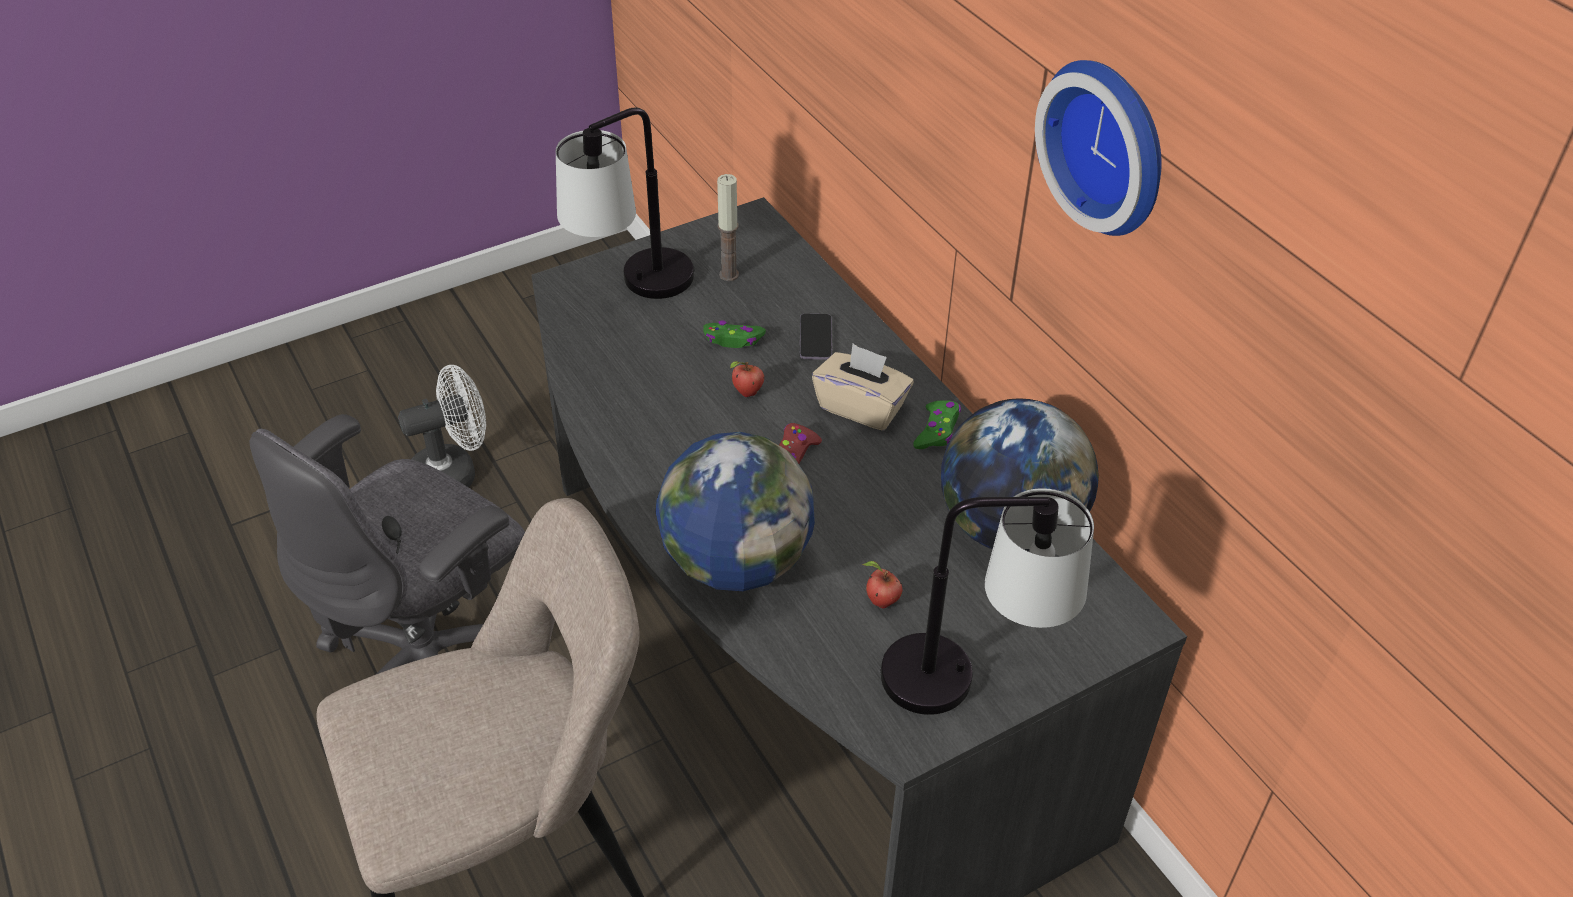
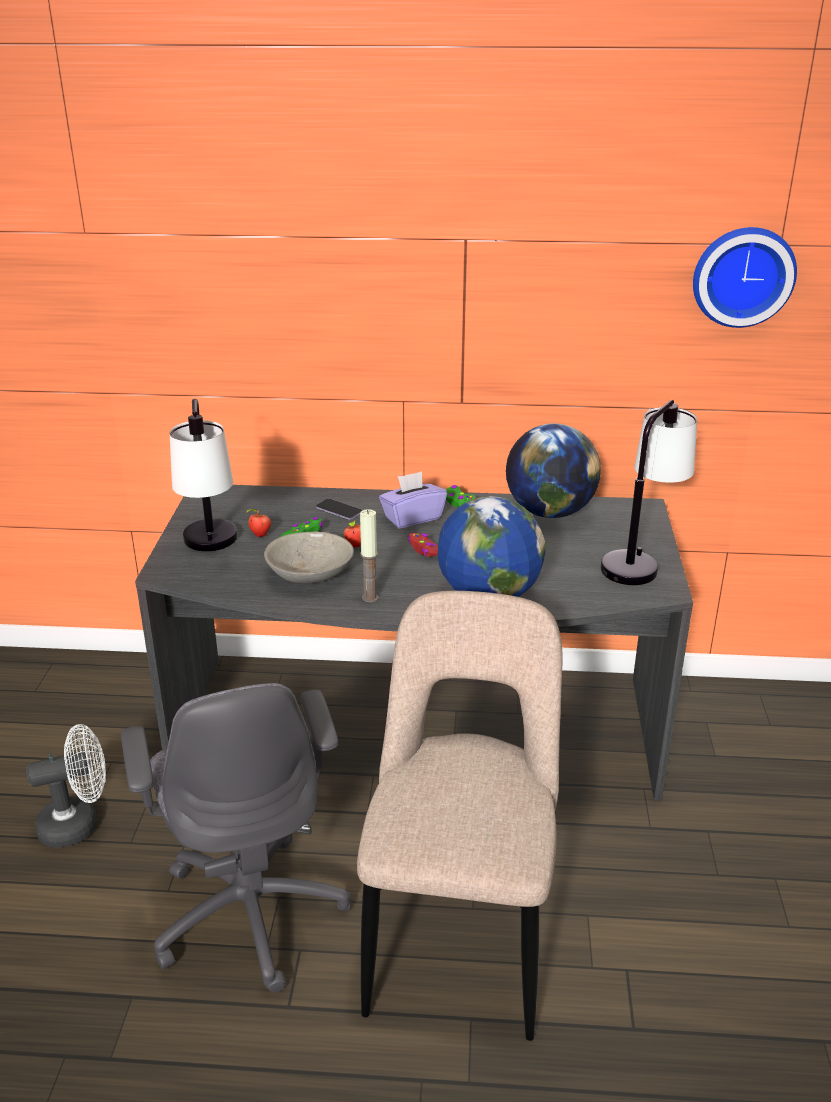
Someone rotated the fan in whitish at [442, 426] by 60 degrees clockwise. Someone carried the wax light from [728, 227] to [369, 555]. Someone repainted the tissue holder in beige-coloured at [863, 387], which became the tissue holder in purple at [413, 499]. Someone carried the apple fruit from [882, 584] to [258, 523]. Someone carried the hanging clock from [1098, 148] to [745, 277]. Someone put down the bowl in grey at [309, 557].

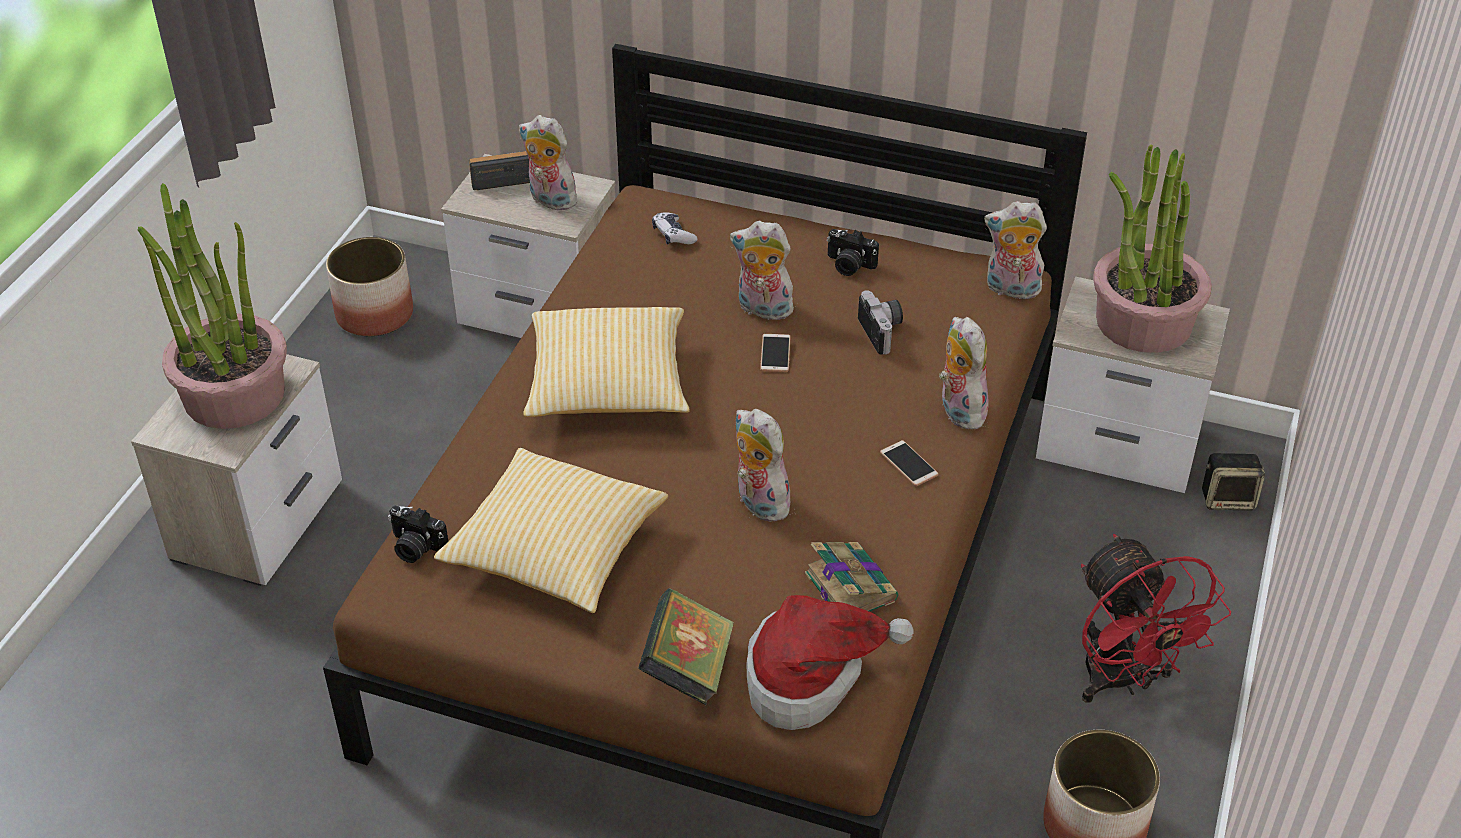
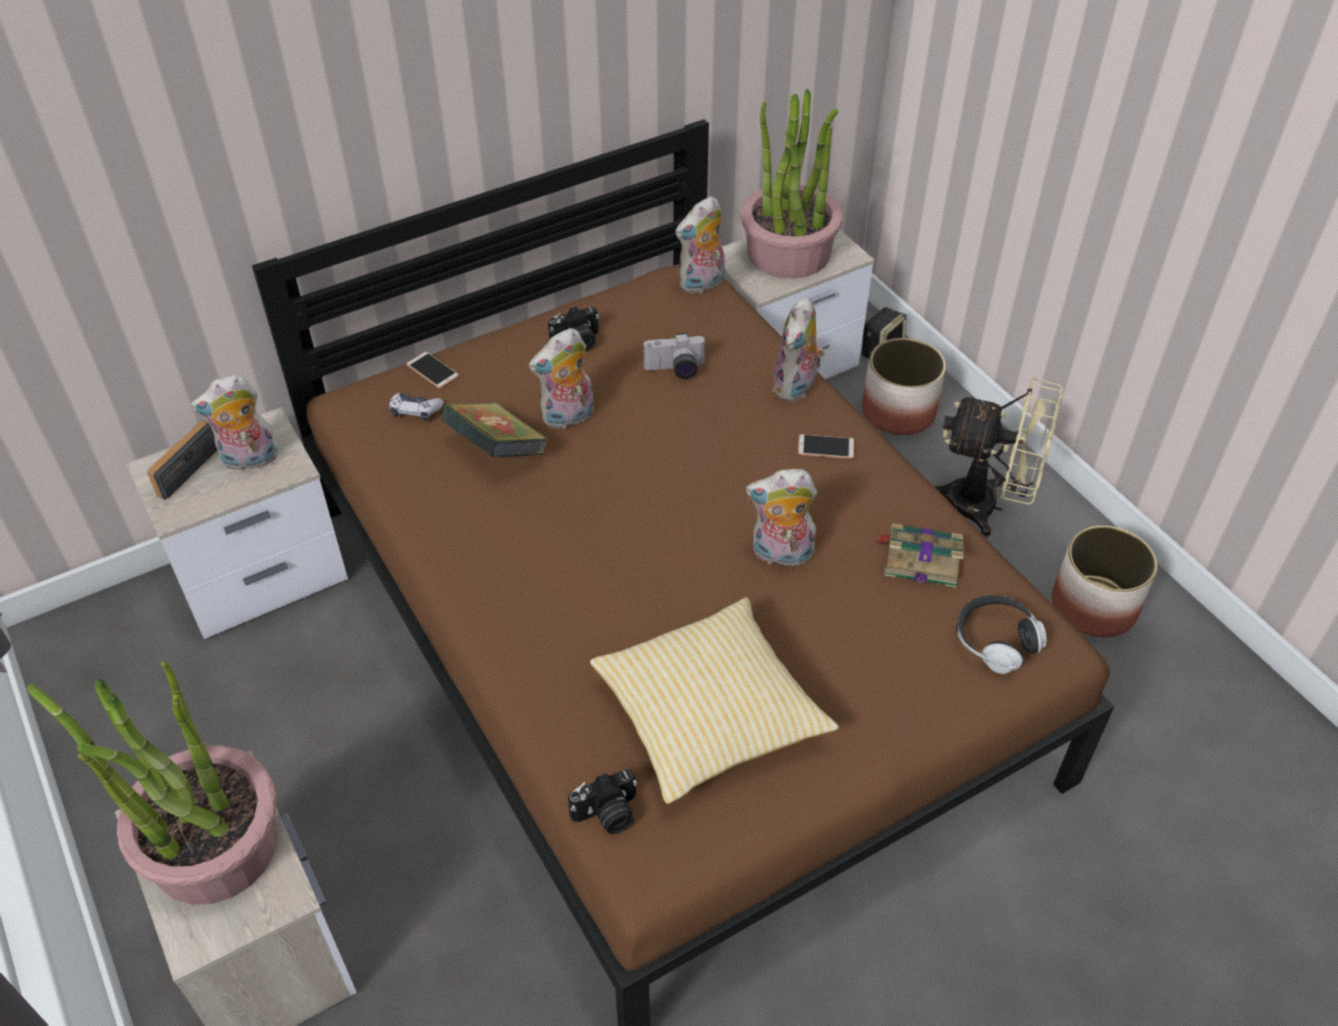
Someone carried the flower pot from [369, 286] to [904, 386]. Someone took away the cushion at [606, 362]. Someone carried the volume from [686, 646] to [494, 430]. Someone swapped the clothing hat at [829, 662] for the headset at [1001, 634]. Someone carried the phone from [775, 353] to [432, 370]. Someone rotated the still camera at [880, 322] by 150 degrees clockwise. Someone rotated the cuddly toy at [964, 373] by 90 degrees counterclockwise. Someone repainted the fan in red-coloured at [1156, 618], which became the fan in beige-coloured at [998, 457].

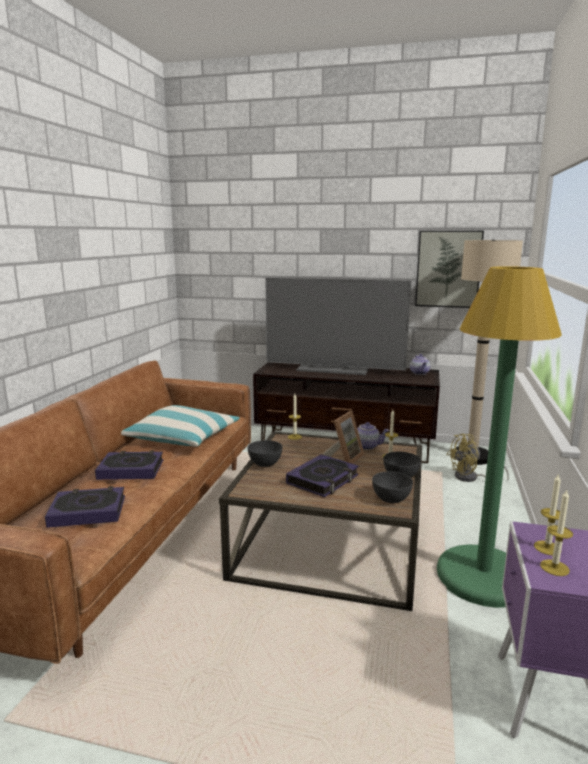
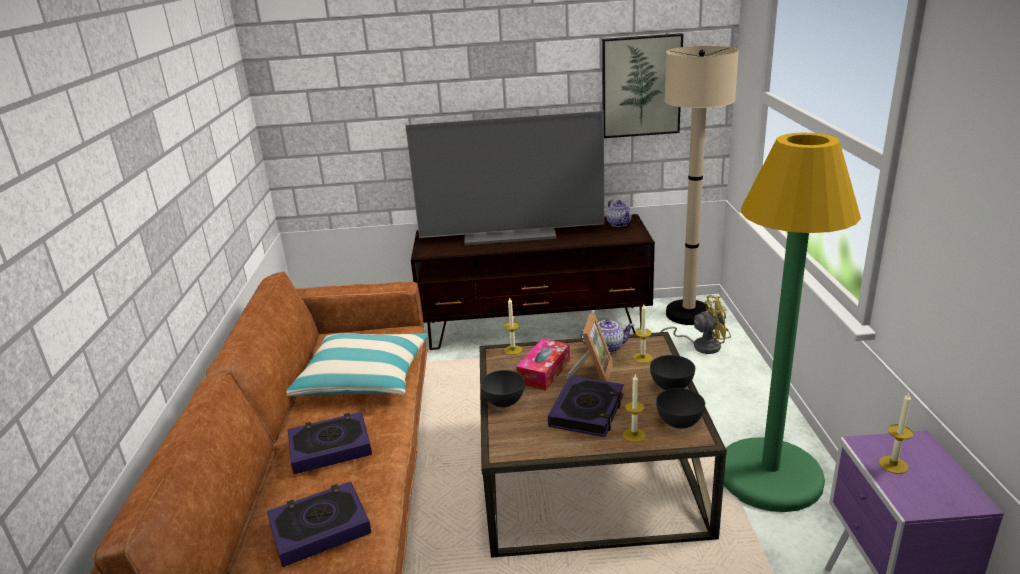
Someone rotated the fan in yellow-coloured at [478, 458] by 150 degrees counterclockwise. Someone carried the wax light from [556, 533] to [634, 408]. Someone put down the tissue holder at [543, 364].

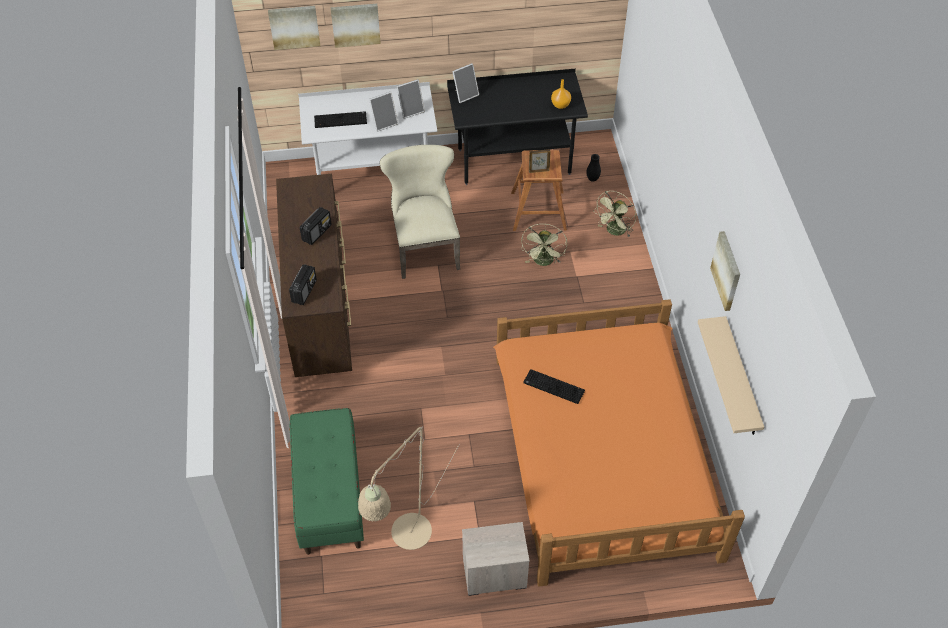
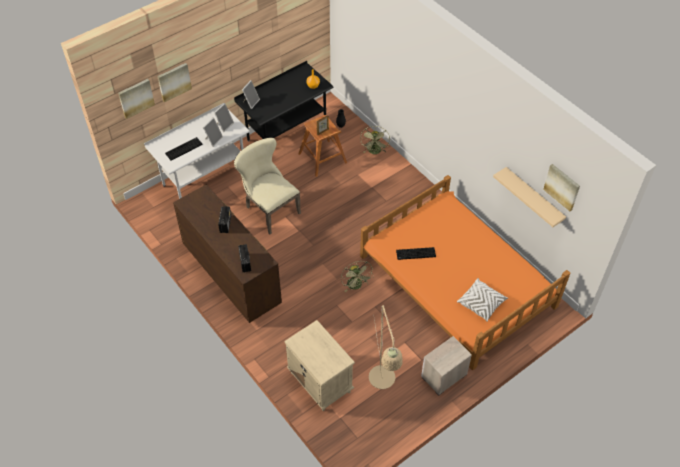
Someone swapped the bench in green-coloured at [327, 481] for the nightstand in beige-coloured at [320, 365]. Someone carried the fan in green-coloured from [544, 245] to [357, 276]. Someone carried the wall picture from [725, 271] to [561, 187]. Someone put down the cushion in whitish at [482, 299].

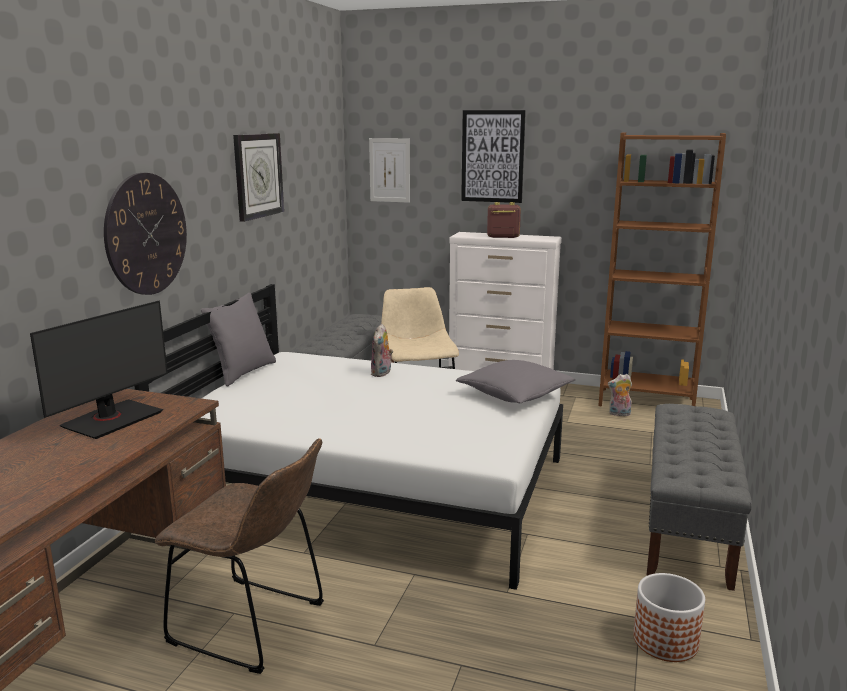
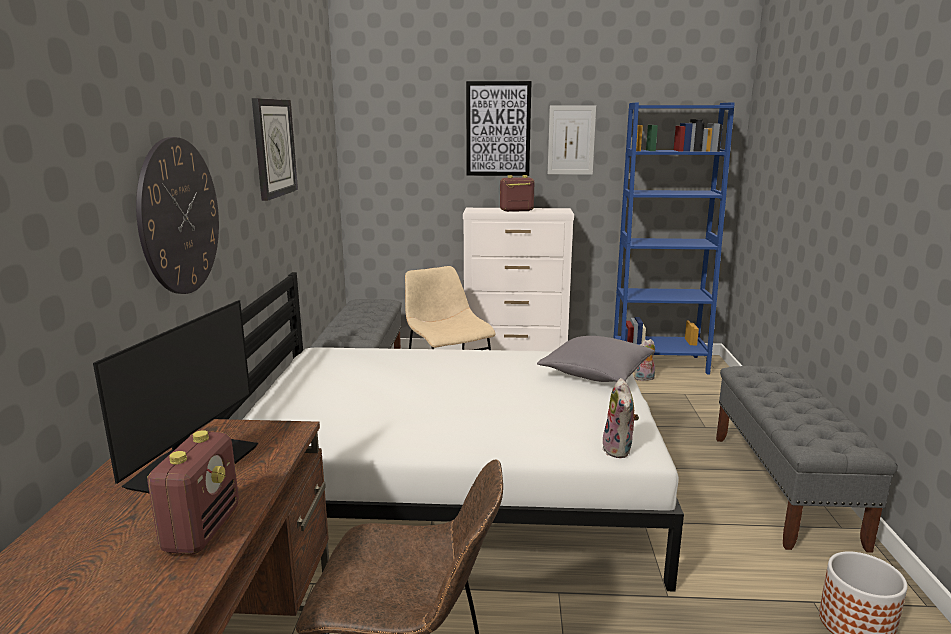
Someone took away the cushion in grey at [238, 340]. Someone carried the wall picture from [389, 170] to [572, 140]. Someone carried the cuddly toy from [382, 350] to [621, 418]. Someone repainted the bookcase in brownish at [662, 269], which became the bookcase in blue at [674, 239]. Someone put down the radio set at [193, 492].

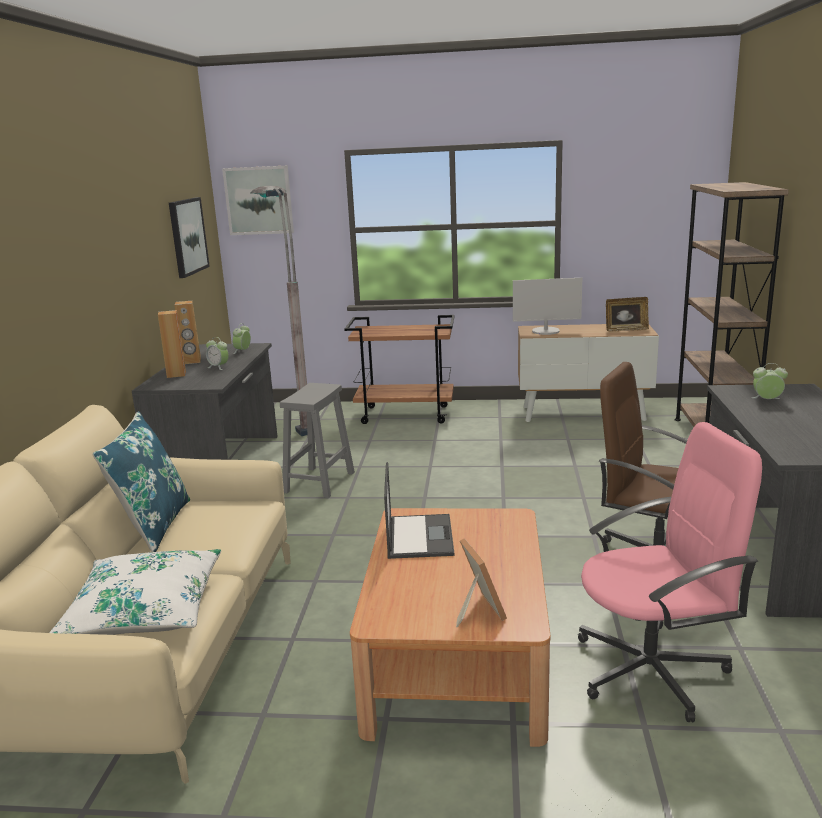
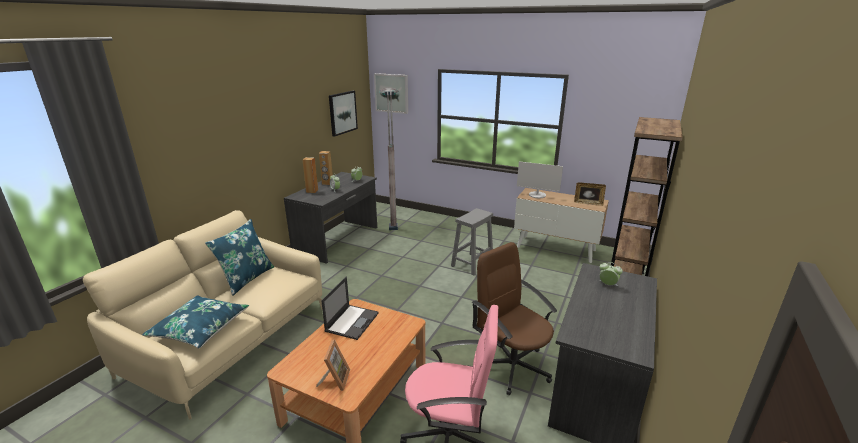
Someone repainted the cushion in whitish at [135, 592], which became the cushion in blue at [195, 322]. Someone carried the stool seat in grey from [317, 440] to [472, 241]. Someone took away the trolley in brownish at [399, 369].

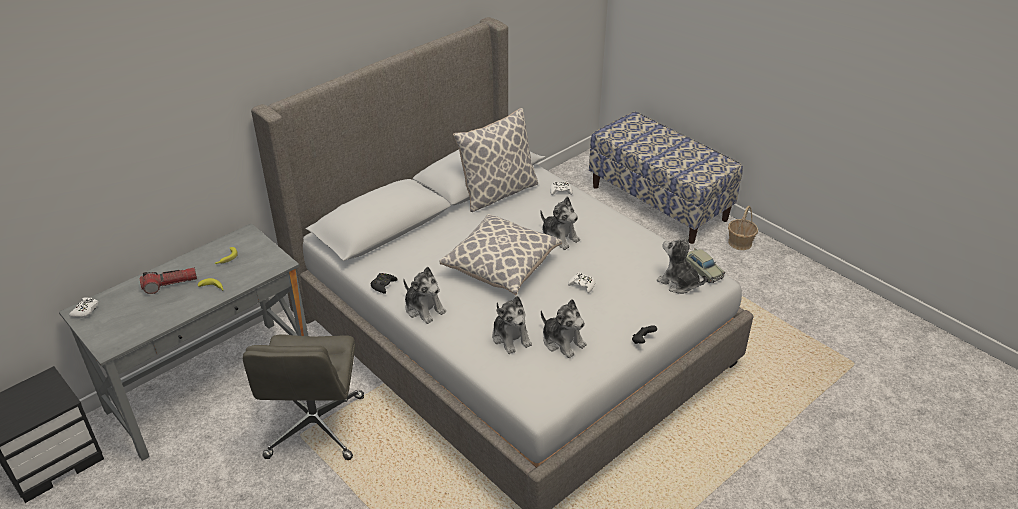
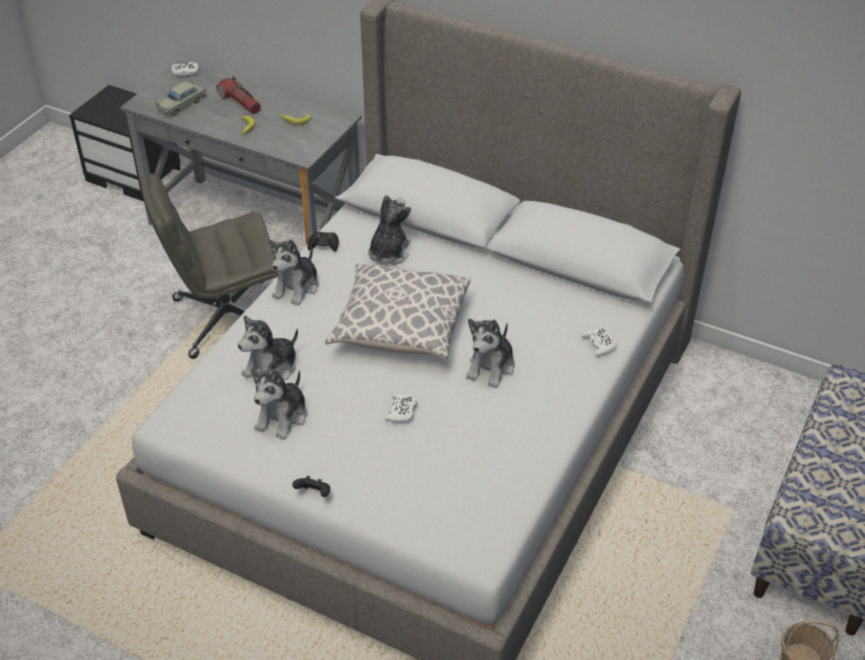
Someone took away the cushion at [495, 160]. Someone carried the cuddly toy from [682, 265] to [389, 230]. Someone carried the model car in beige-coloured from [705, 265] to [180, 98].

